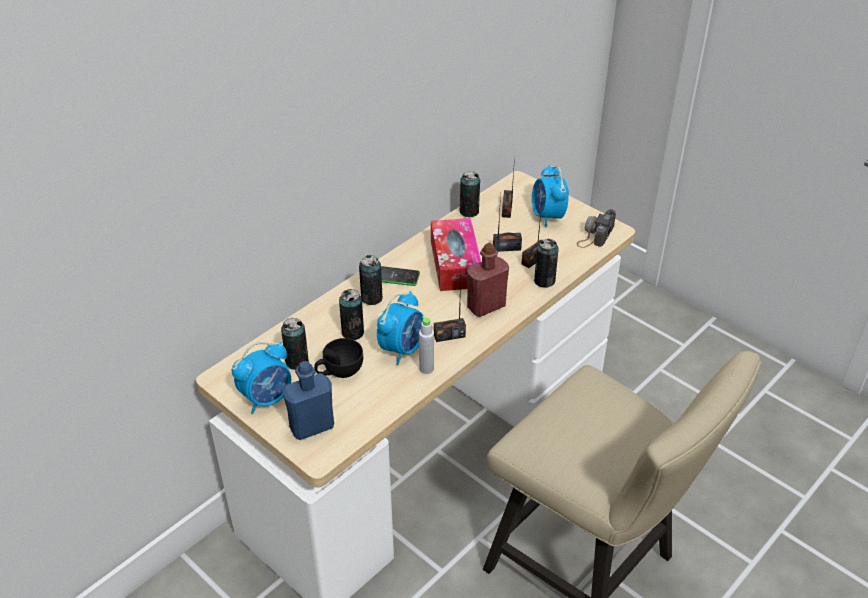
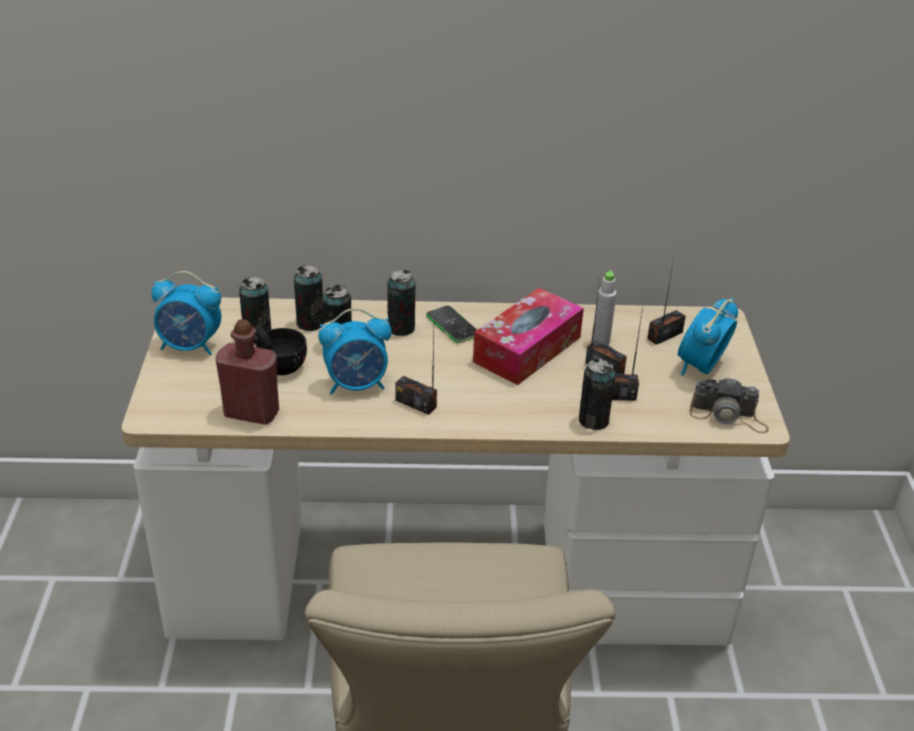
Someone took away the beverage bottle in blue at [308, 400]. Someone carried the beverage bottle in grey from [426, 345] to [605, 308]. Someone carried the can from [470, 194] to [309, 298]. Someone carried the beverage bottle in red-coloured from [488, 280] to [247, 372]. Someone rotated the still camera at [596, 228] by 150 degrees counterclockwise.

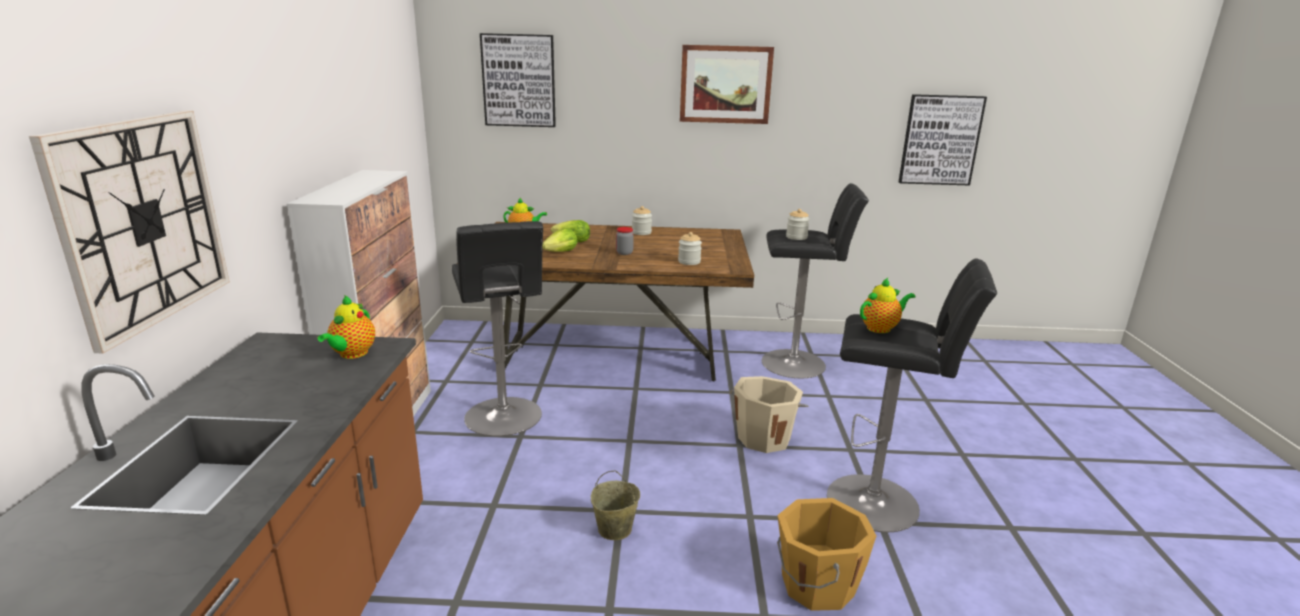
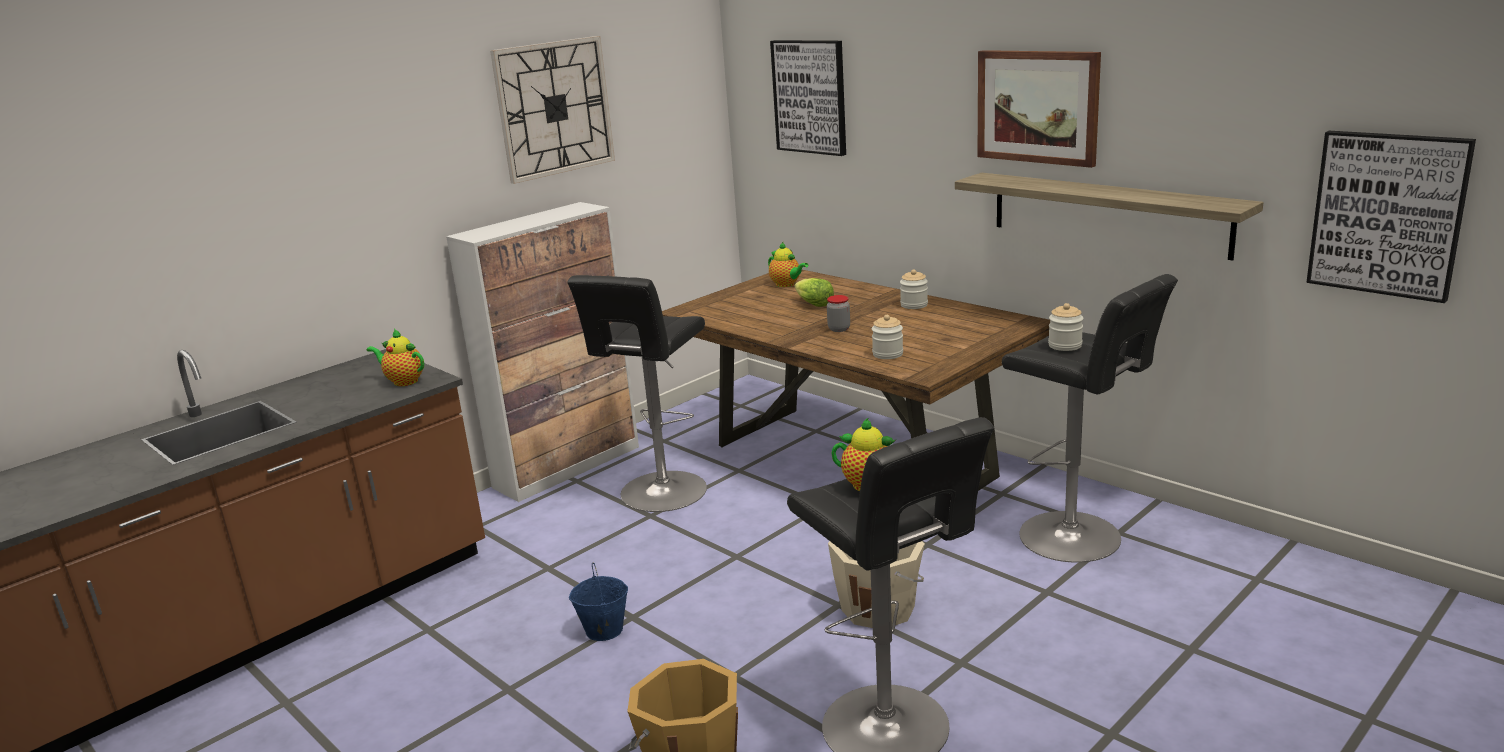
Someone carried the hanging clock from [129, 231] to [552, 110]. Someone rotated the tea pot at [346, 327] by 60 degrees clockwise. Someone took away the lettuce at [560, 240]. Someone repainted the bucket in beige-coloured at [615, 505], which became the bucket in blue at [598, 602]. Someone put up the shelf at [1109, 217].

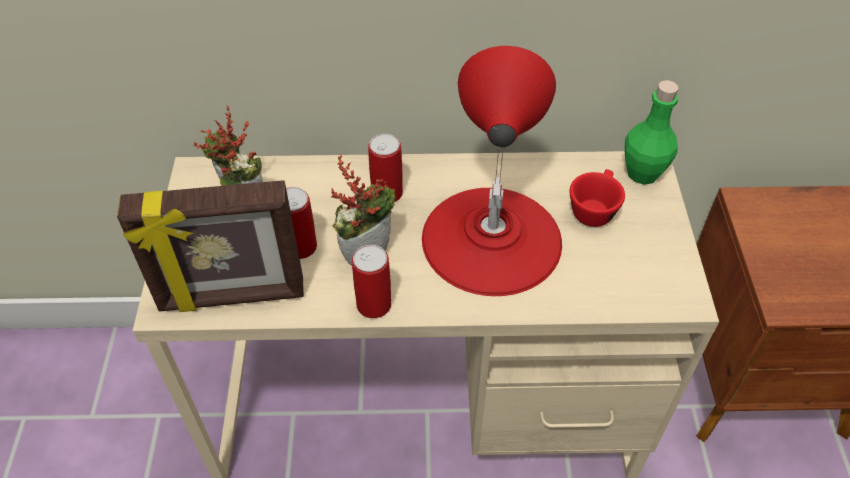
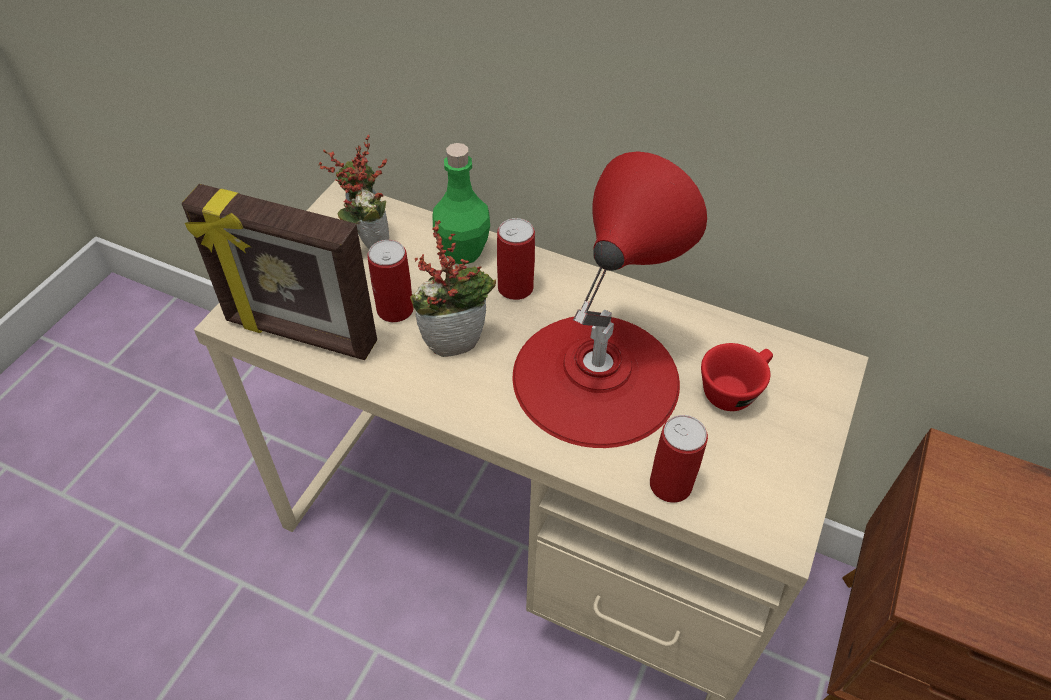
Someone carried the can from [371, 281] to [679, 459]. Someone carried the beverage bottle in green-coloured from [651, 132] to [461, 203].

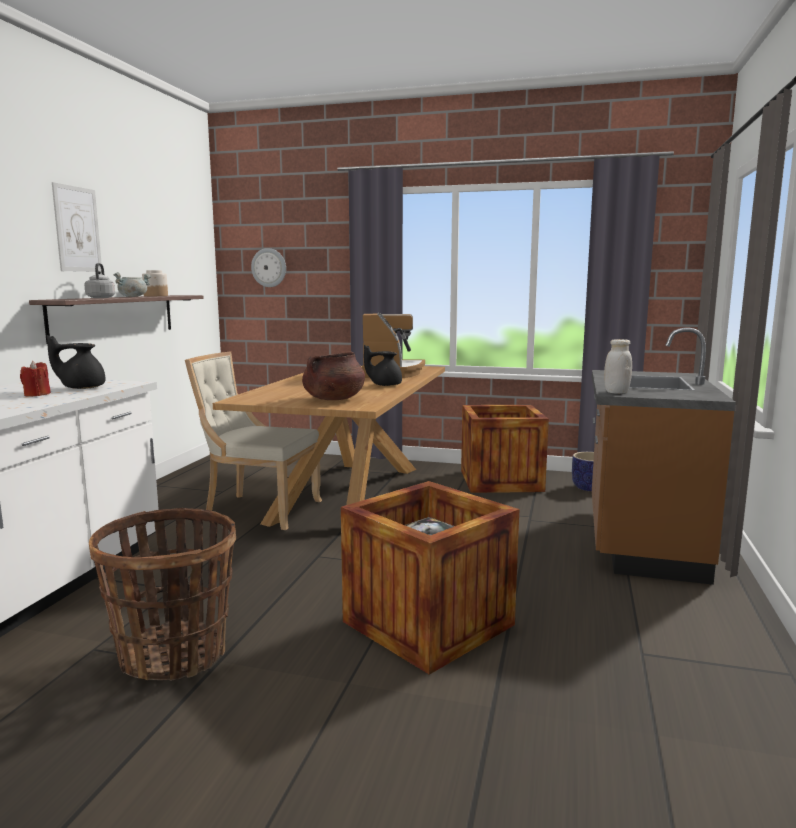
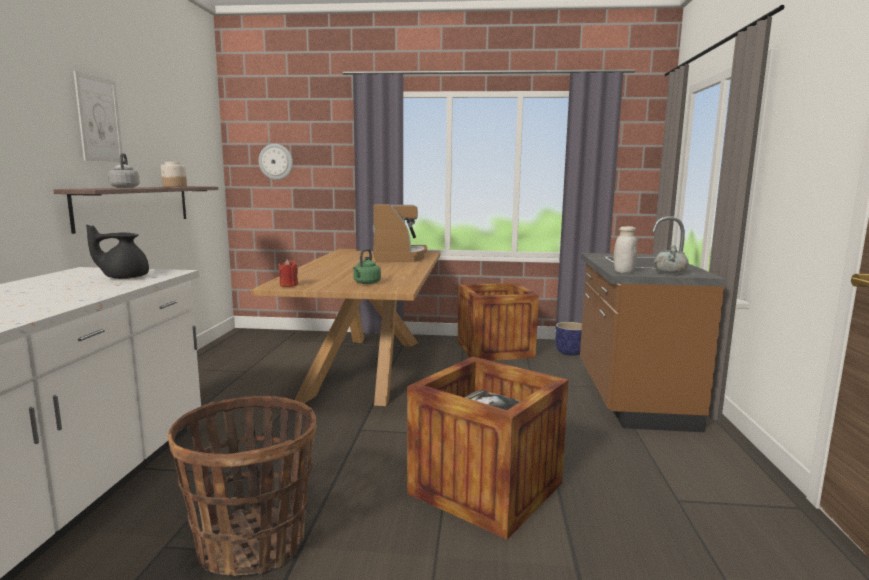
Someone carried the wax light in red-coloured from [35, 378] to [288, 273]. Someone carried the saucepot in grey from [132, 284] to [671, 259]. Someone took away the chair in beige-coloured at [253, 441]. Someone swapped the saucepot in brownish at [333, 375] for the kettle in green-coloured at [367, 266]. Someone took away the tea pot in blackish at [383, 365].

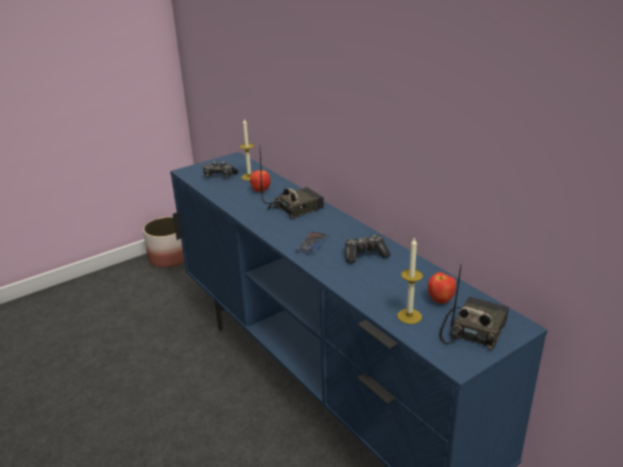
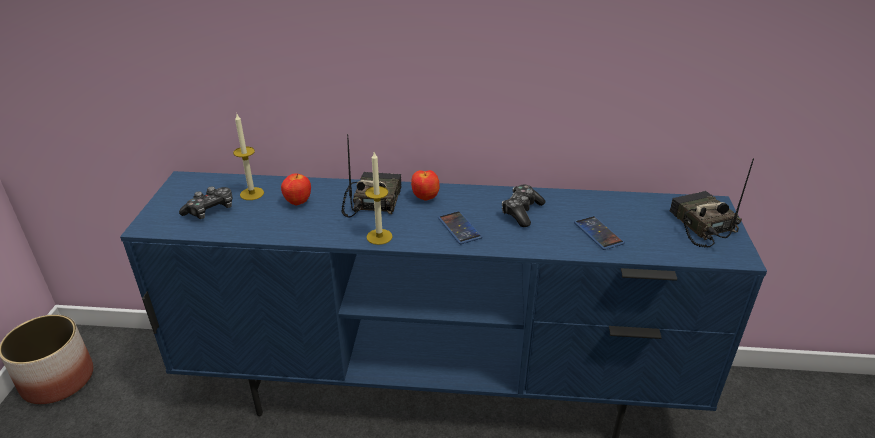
Someone carried the wax light from [410, 280] to [378, 198]. Someone carried the apple fruit from [442, 288] to [425, 185]. Someone put down the phone at [599, 233].

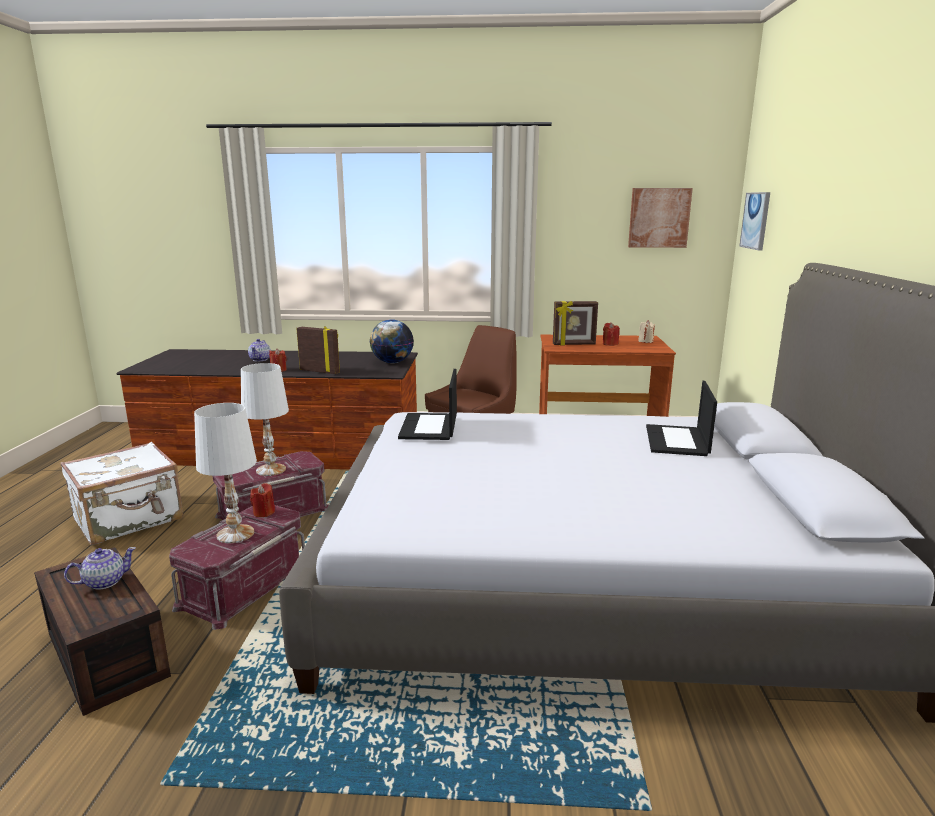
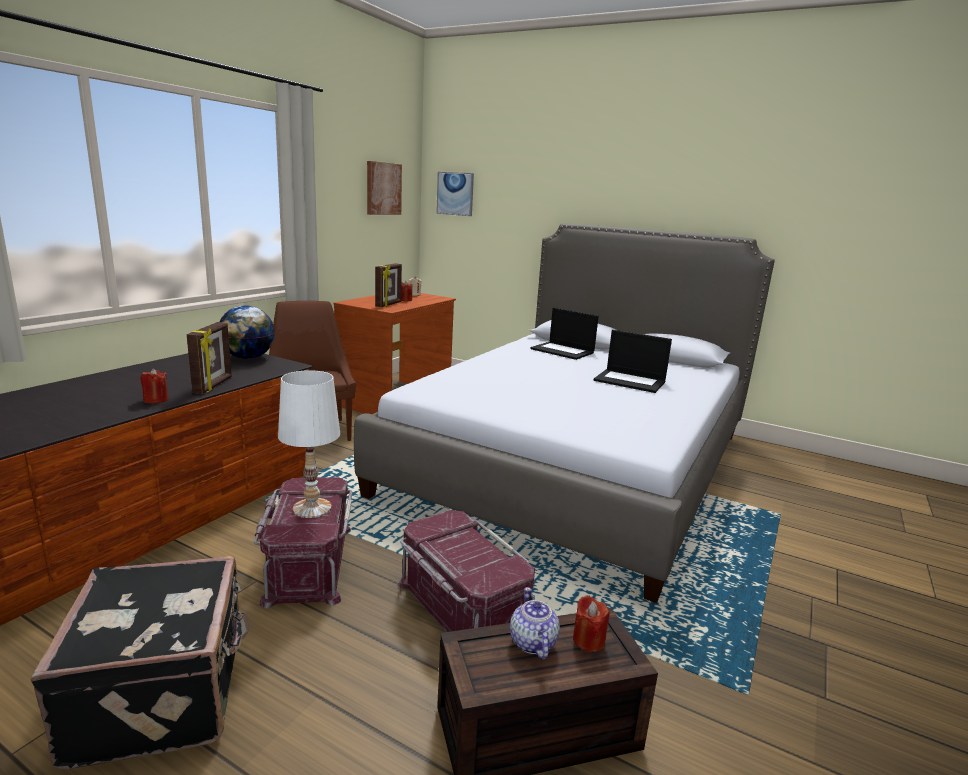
Someone repainted the travel case in whitish at [121, 493], which became the travel case in blackish at [139, 663]. Someone took away the lamp for a table in whitish at [225, 473]. Someone took away the tea pot at [259, 350]. Someone carried the wax light in red-coloured from [262, 500] to [591, 623]. Someone rotated the picture frame at [318, 350] by 135 degrees clockwise. Someone carried the laptop from [427, 404] to [633, 361].

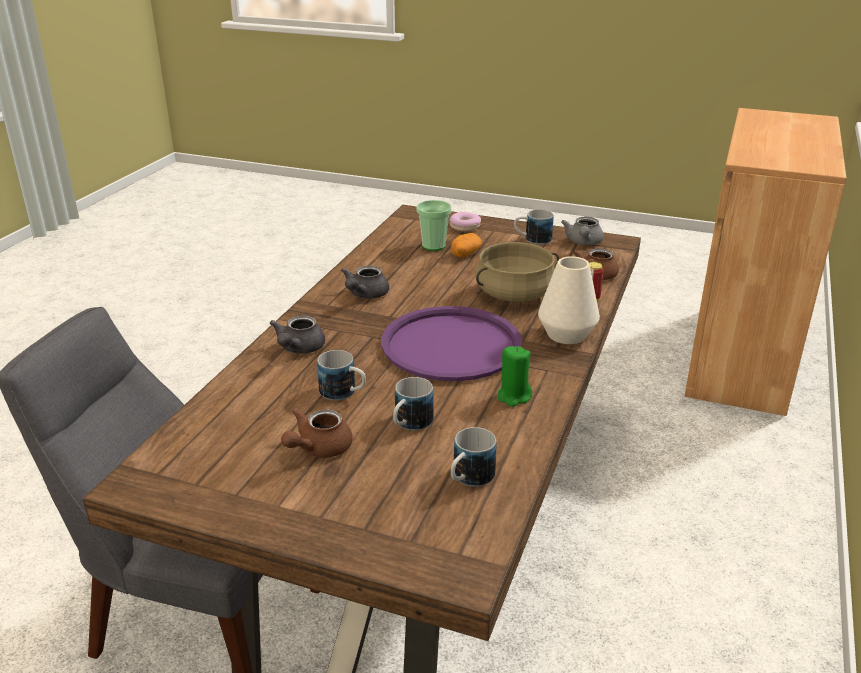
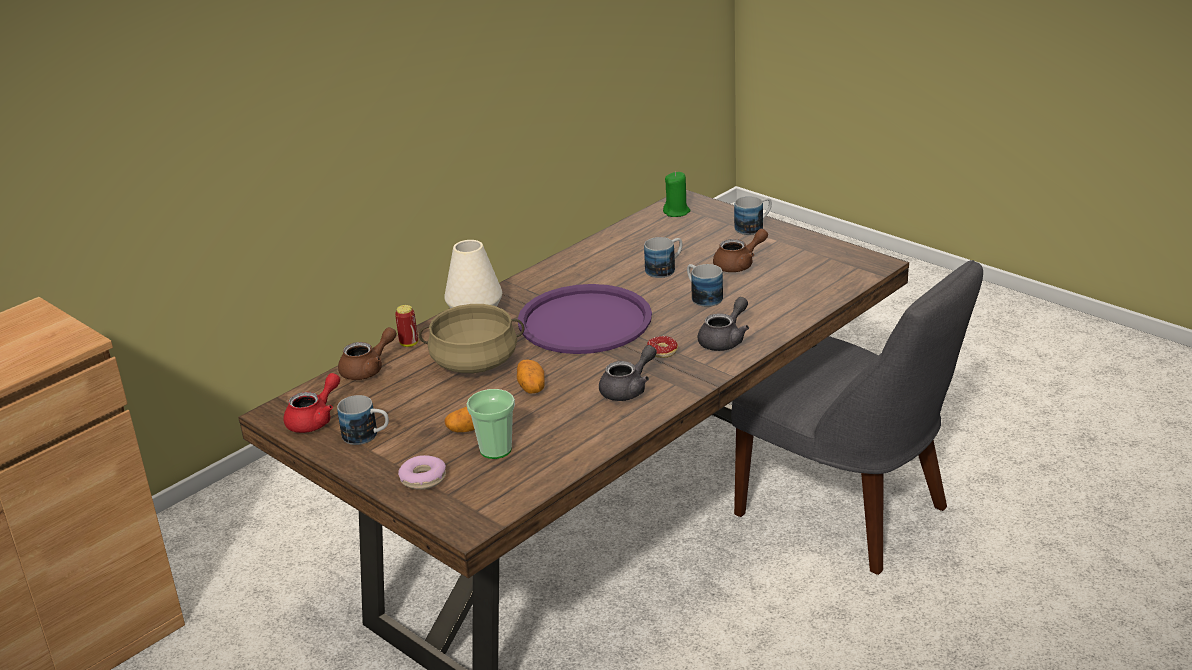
Someone carried the coffee mug from [473, 457] to [753, 215]. Someone carried the wax light in green-coloured from [515, 376] to [676, 194]. Someone repainted the tea pot in grey at [582, 231], which became the tea pot in red-coloured at [312, 403]. Someone put down the potato at [531, 376]. Someone put down the donut at [662, 347].

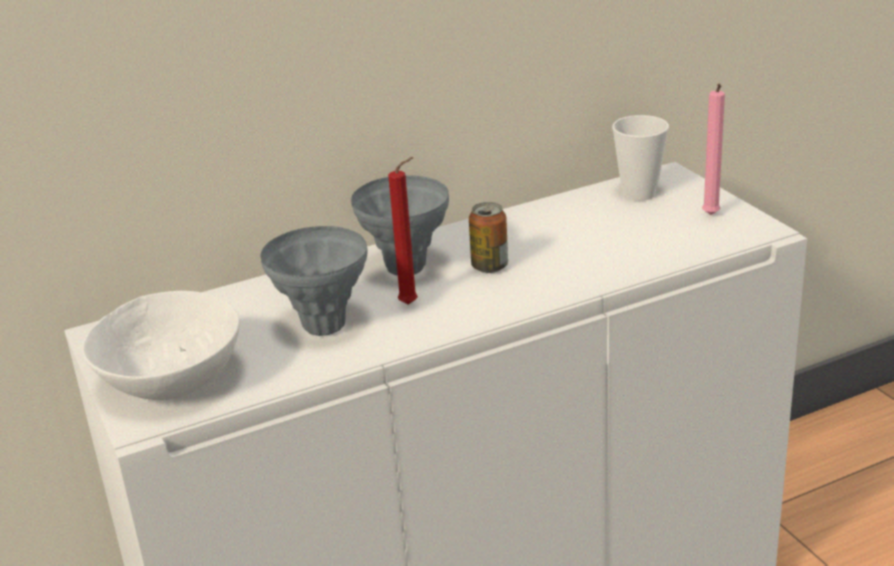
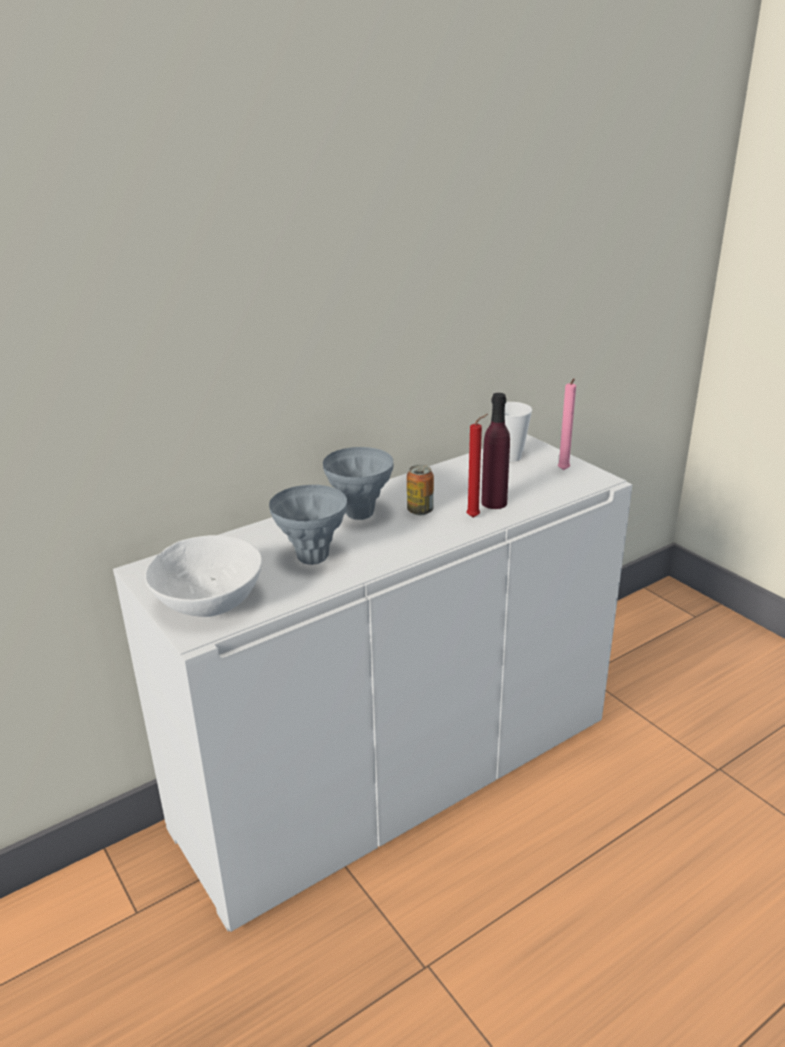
Someone carried the wax light in red-coloured from [403, 231] to [477, 465]. Someone put down the beverage bottle in purple at [495, 451].

